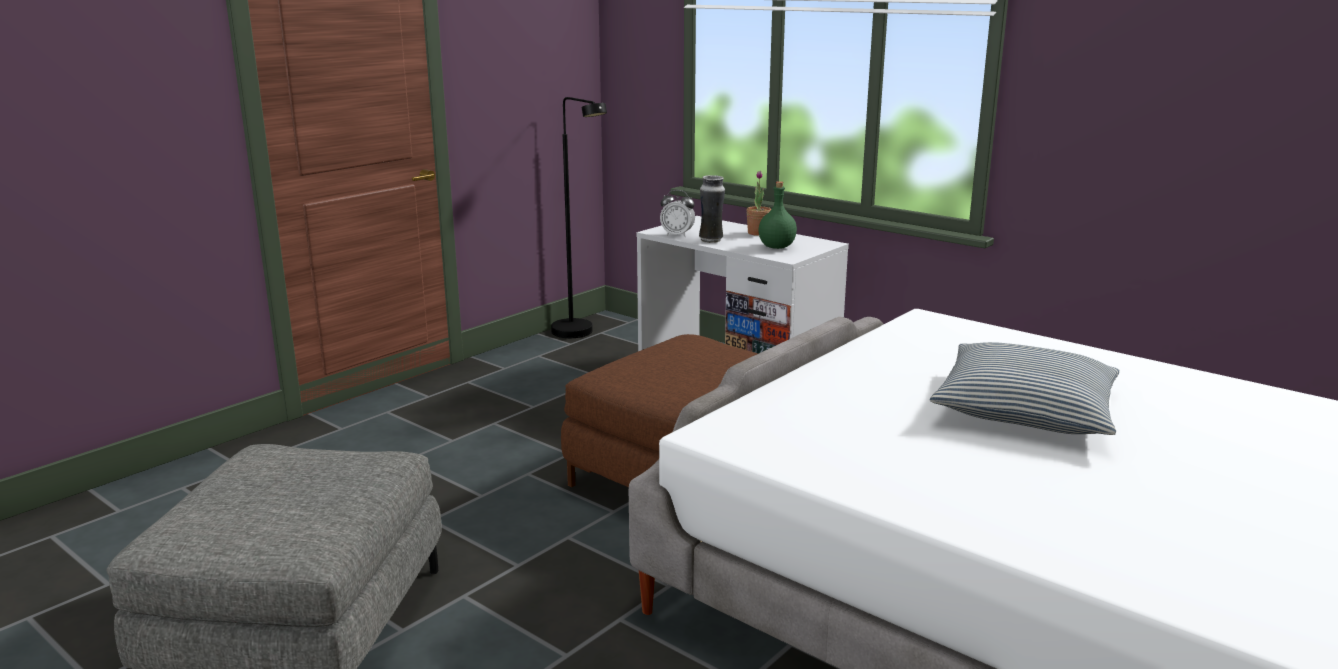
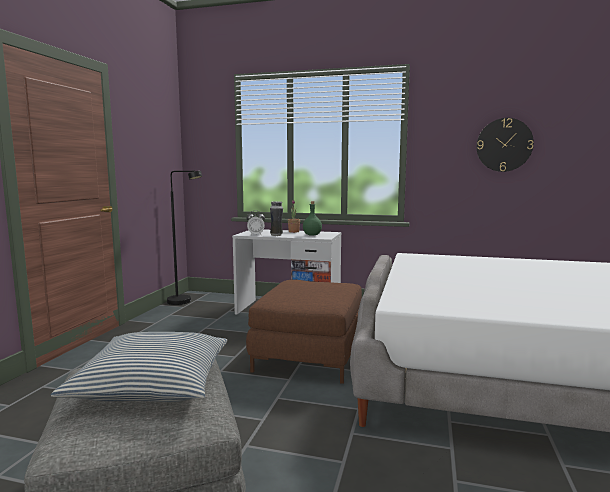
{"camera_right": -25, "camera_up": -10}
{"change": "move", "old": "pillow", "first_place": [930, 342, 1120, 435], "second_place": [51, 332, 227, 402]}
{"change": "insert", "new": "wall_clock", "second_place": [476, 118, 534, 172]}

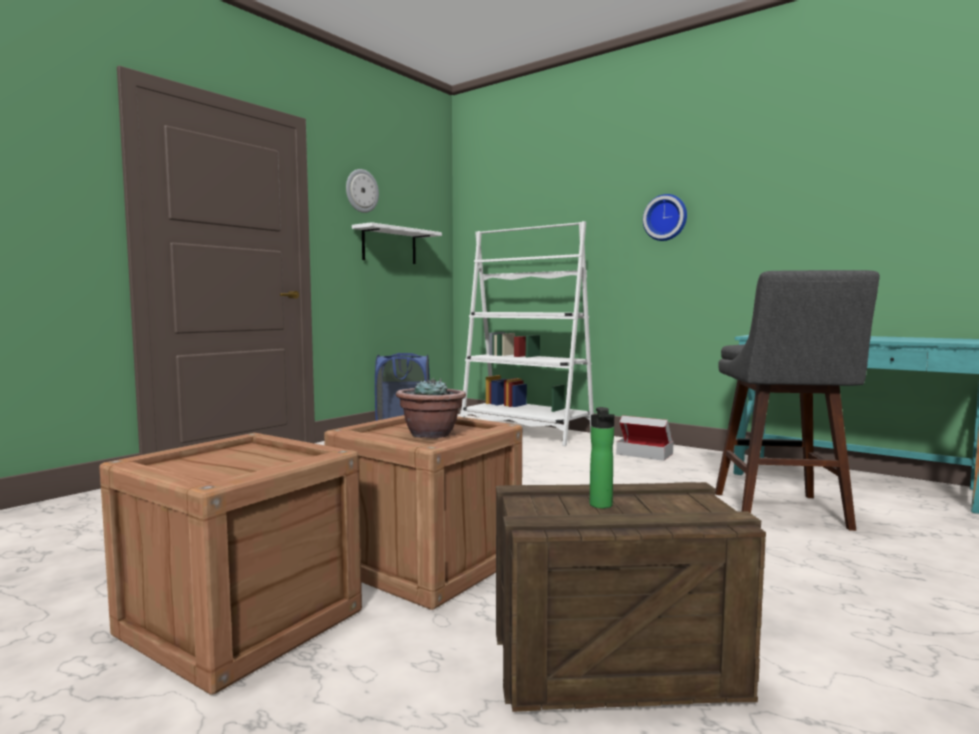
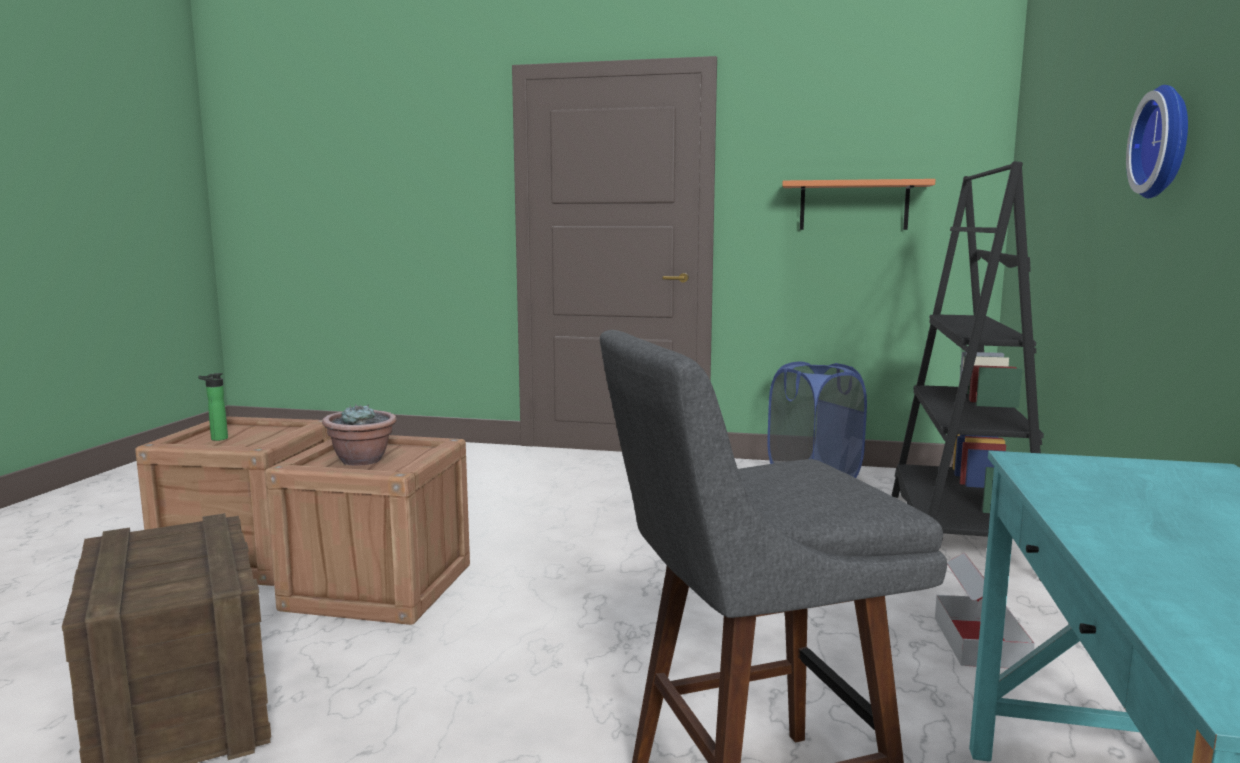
{"camera_right": 65, "camera_up": 5}
{"change": "move", "old": "bottle", "first_place": [590, 407, 614, 508], "second_place": [198, 373, 228, 441]}
{"change": "recolor", "old": "white_shelf", "new": "orange_shelf", "first_place": [352, 222, 442, 264], "second_place": [782, 179, 936, 230]}
{"change": "recolor", "old": "white_bookcase", "new": "black_bookcase", "first_place": [460, 221, 594, 446], "second_place": [892, 161, 1044, 581]}
{"change": "delete", "old": "wall_clock", "first_place": [346, 169, 379, 213]}

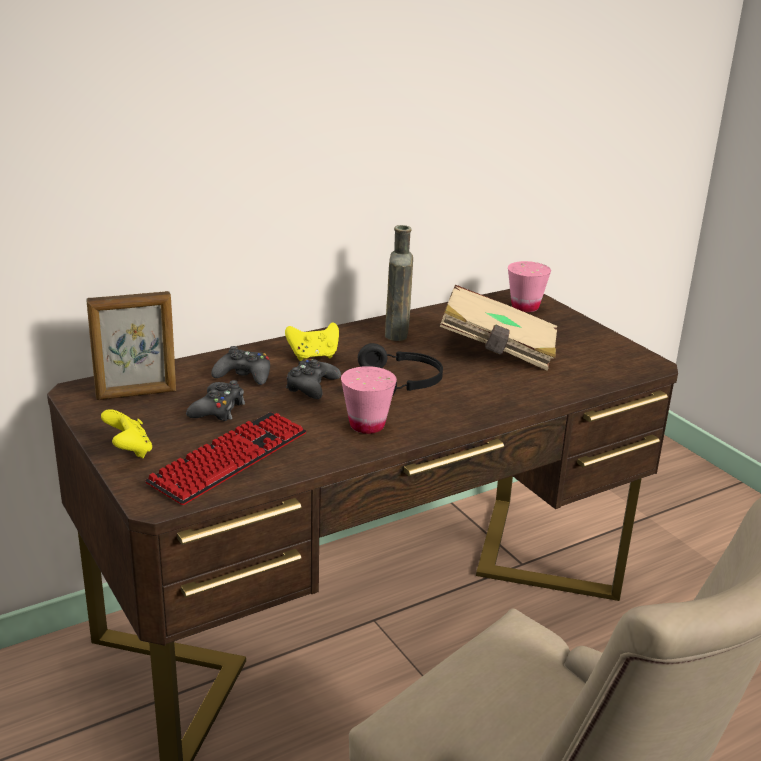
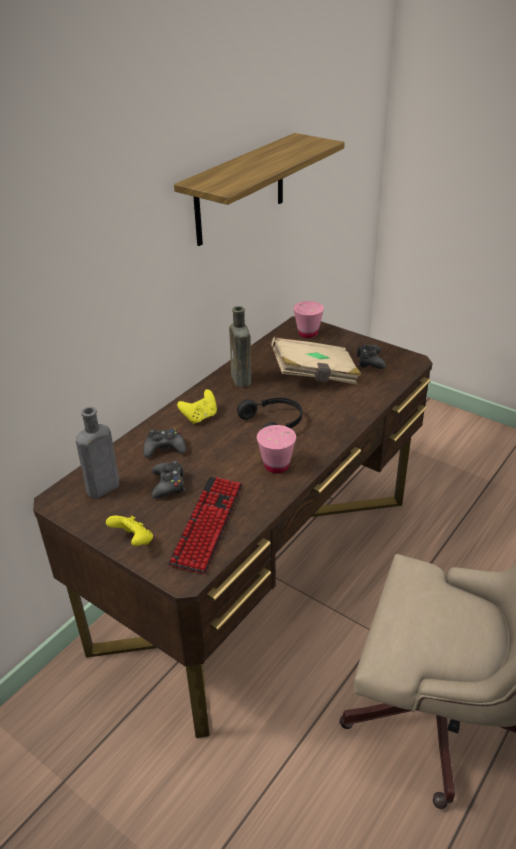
{"camera_right": -20, "camera_up": 10}
{"change": "replace", "old": "picture_frame", "new": "grey_bottle", "first_place": [86, 291, 176, 400], "second_place": [76, 407, 119, 498]}
{"change": "insert", "new": "shelf", "second_place": [174, 133, 345, 246]}
{"change": "move", "old": "black_game_controller", "first_place": [286, 359, 341, 399], "second_place": [356, 344, 386, 369]}

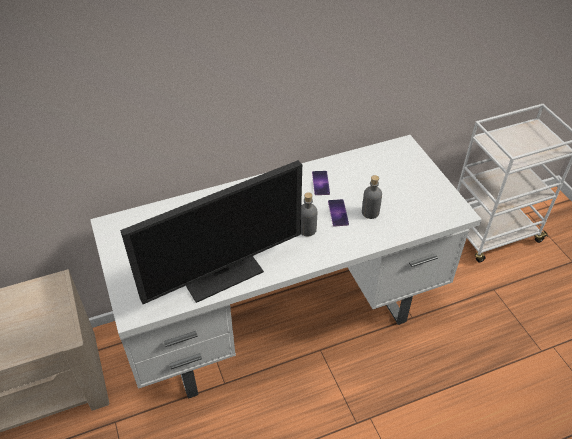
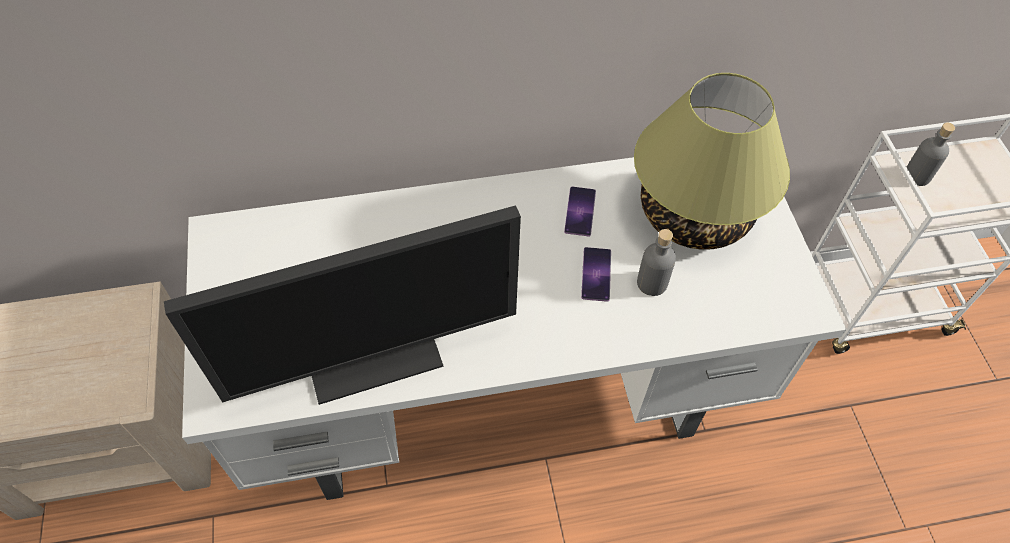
{"camera_right": 10, "camera_up": 10}
{"change": "insert", "new": "table_lamp", "second_place": [634, 73, 790, 250]}
{"change": "move", "old": "grey_bottle", "first_place": [301, 192, 317, 236], "second_place": [907, 122, 955, 186]}

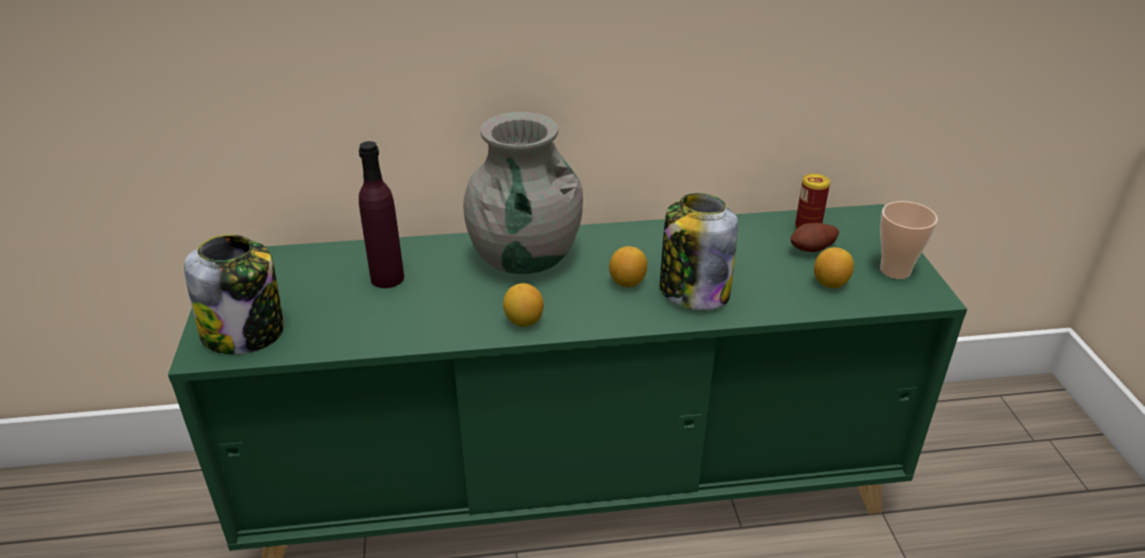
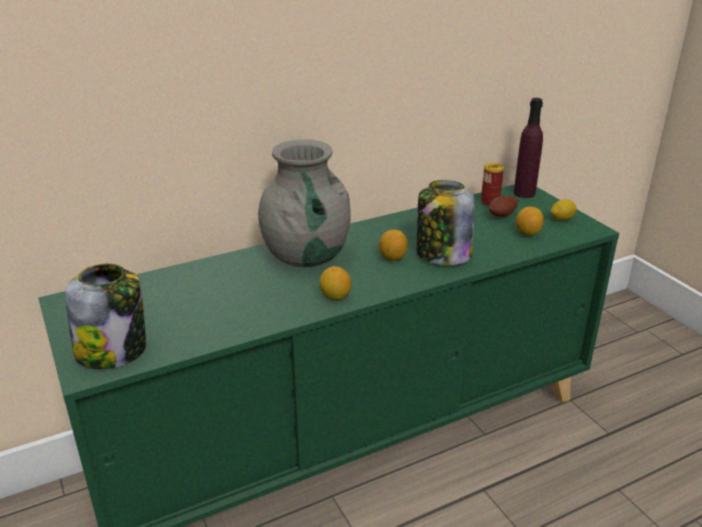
{"camera_right": -20, "camera_up": -5}
{"change": "move", "old": "purple_bottle", "first_place": [359, 141, 404, 288], "second_place": [513, 98, 543, 198]}
{"change": "replace", "old": "cup", "new": "lemon", "first_place": [880, 201, 938, 279], "second_place": [550, 199, 577, 221]}

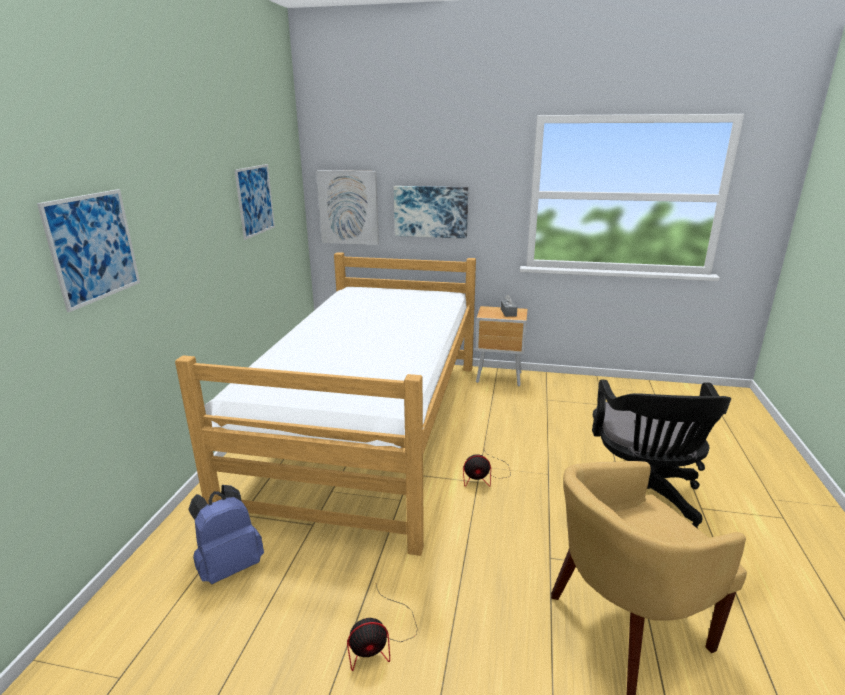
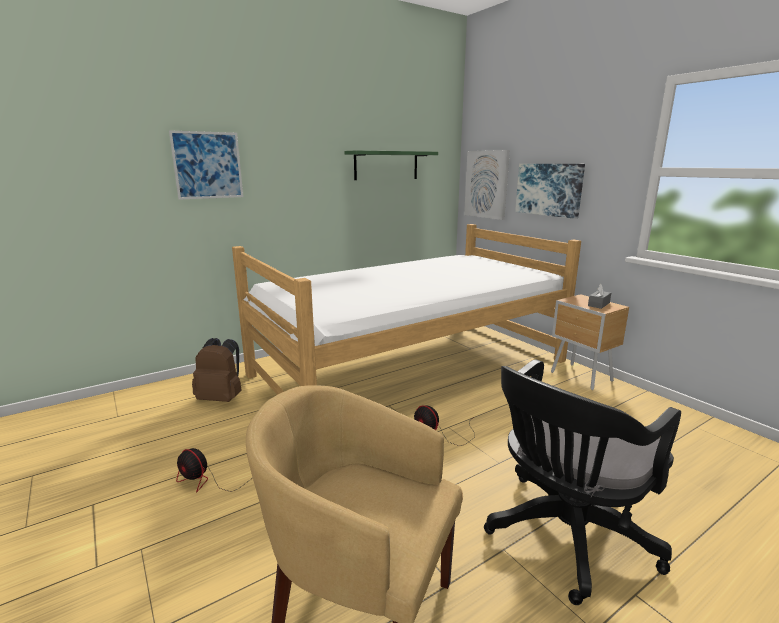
{"camera_right": 45, "camera_up": -5}
{"change": "recolor", "old": "blue_backpack", "new": "brown_backpack", "first_place": [188, 485, 264, 584], "second_place": [192, 338, 242, 402]}
{"change": "replace", "old": "picture", "new": "green_shelf", "first_place": [235, 164, 275, 240], "second_place": [344, 150, 438, 180]}

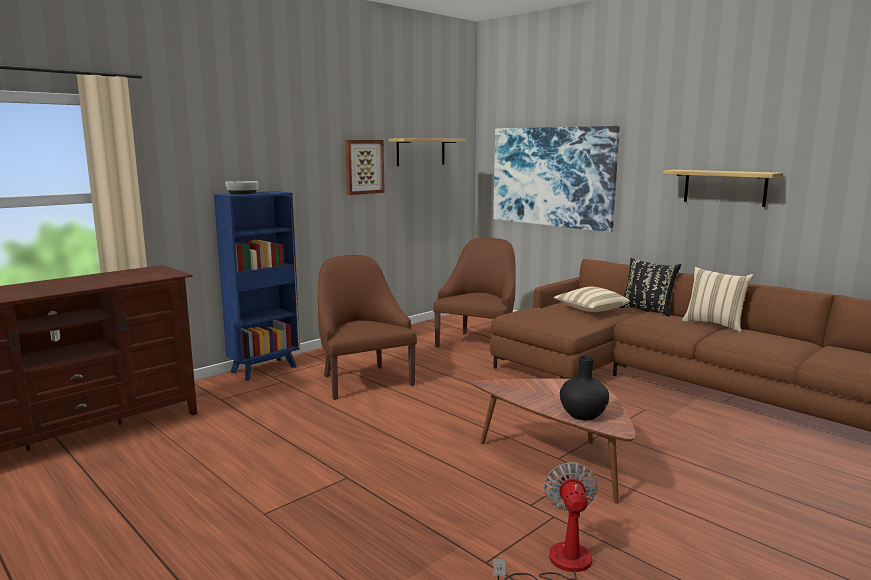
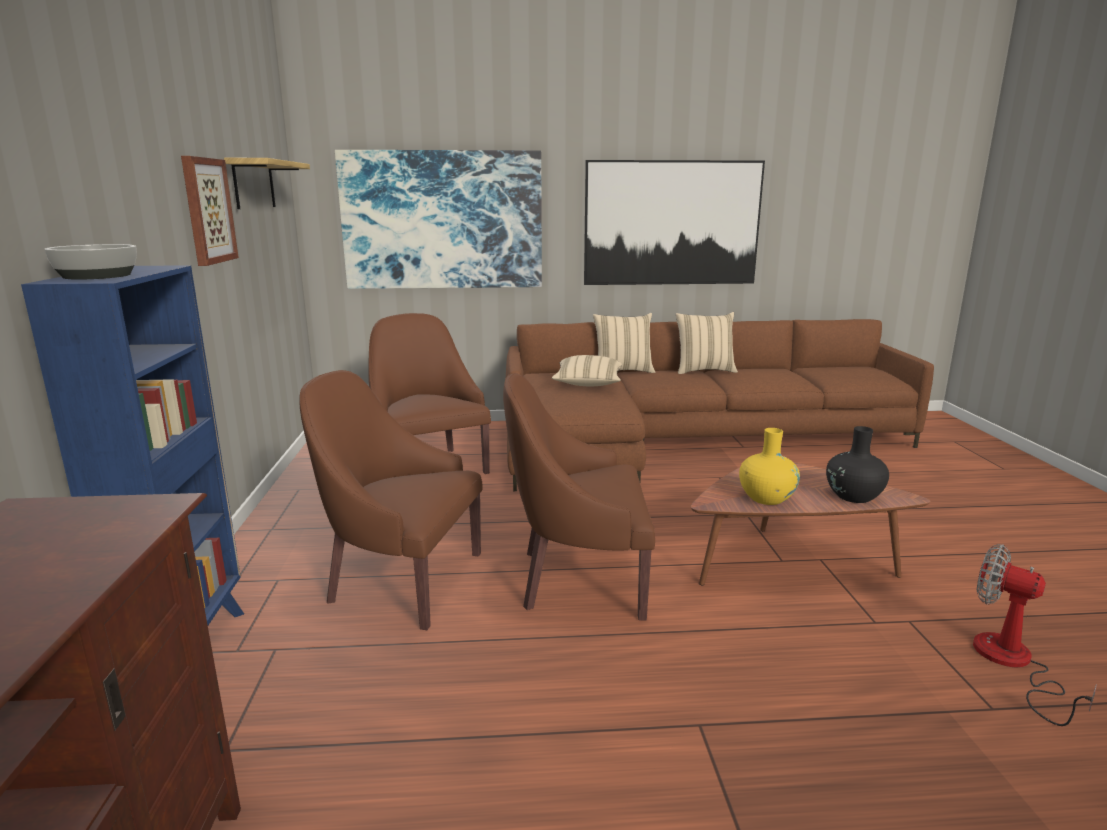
{"camera_right": -50, "camera_up": 5}
{"change": "insert", "new": "brown_armchair", "second_place": [503, 373, 655, 620]}
{"change": "replace", "old": "shelf", "new": "picture", "first_place": [663, 170, 783, 207], "second_place": [584, 160, 765, 285]}
{"change": "recolor", "old": "black_pillow", "new": "beige_pillow", "first_place": [619, 258, 681, 316], "second_place": [593, 313, 655, 373]}
{"change": "insert", "new": "yellow_vase", "second_place": [739, 428, 800, 505]}

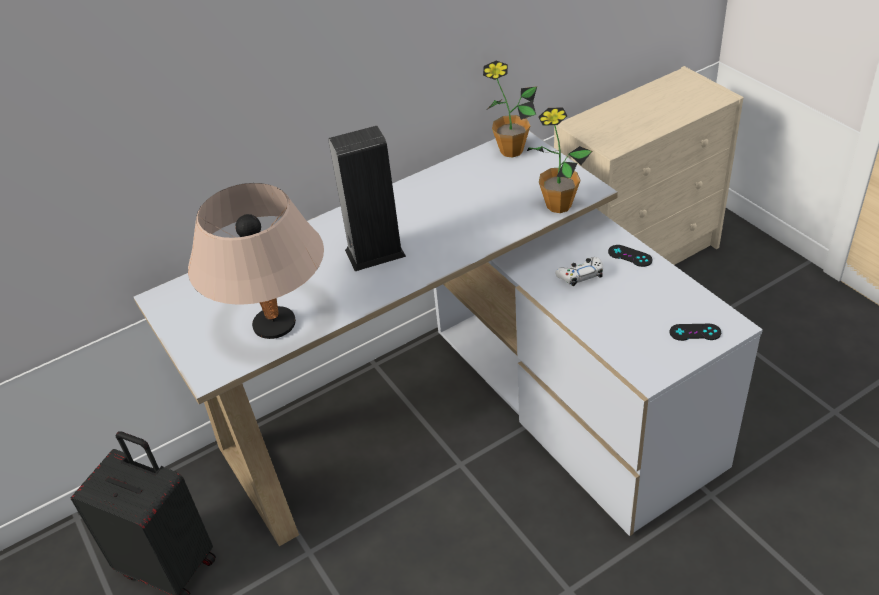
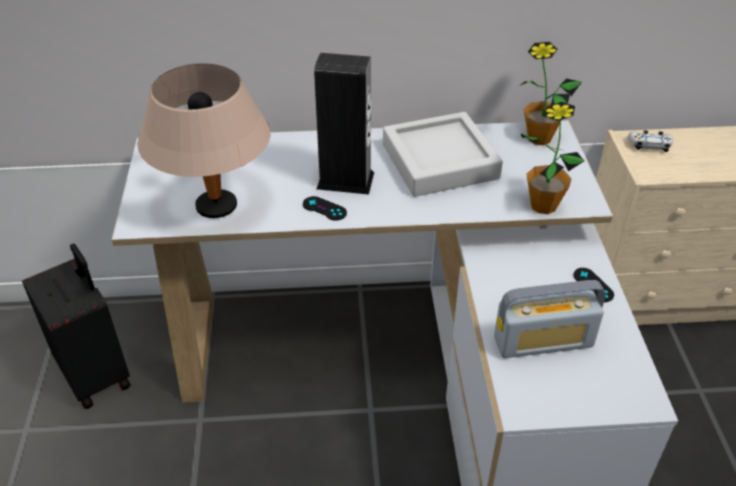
{"camera_right": 25, "camera_up": 0}
{"change": "move", "old": "black_game_controller", "first_place": [670, 324, 721, 341], "second_place": [303, 196, 347, 221]}
{"change": "insert", "new": "grey_tray", "second_place": [383, 112, 503, 197]}
{"change": "insert", "new": "radio", "second_place": [494, 280, 606, 358]}
{"change": "move", "old": "white_game_controller", "first_place": [555, 257, 603, 286], "second_place": [628, 130, 673, 152]}

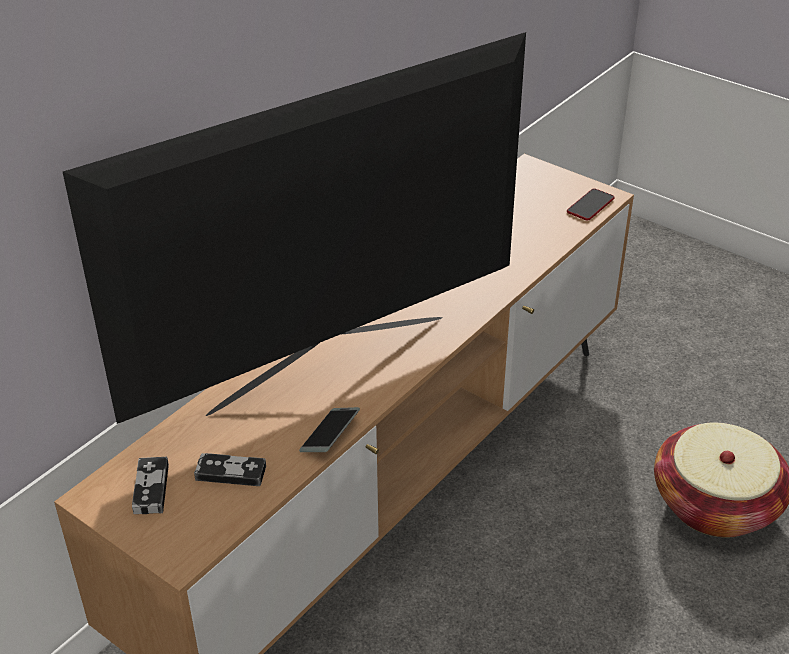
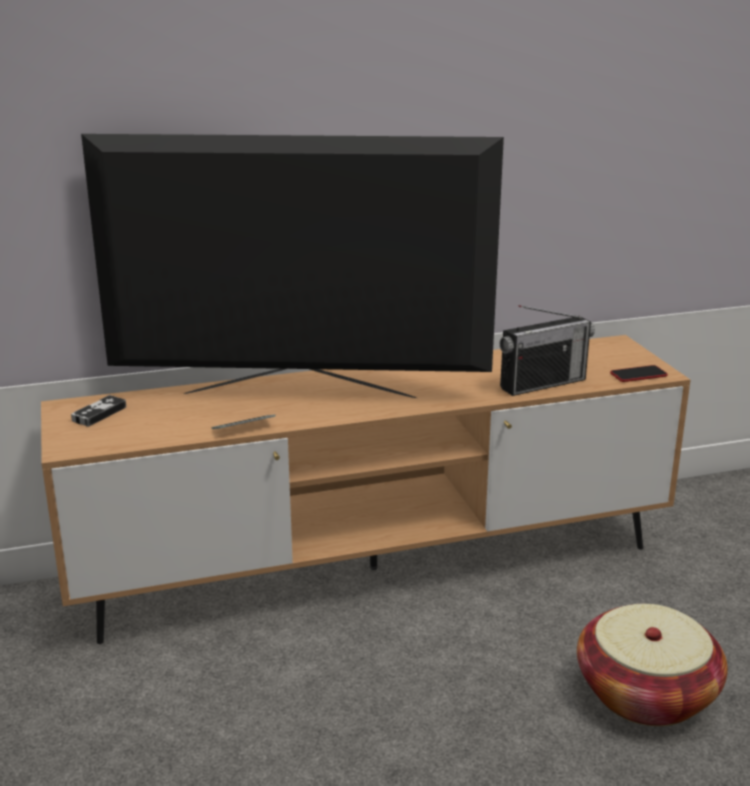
{"camera_right": 35, "camera_up": -15}
{"change": "insert", "new": "radio", "second_place": [500, 305, 595, 396]}
{"change": "delete", "old": "game_controller", "first_place": [194, 453, 266, 486]}

